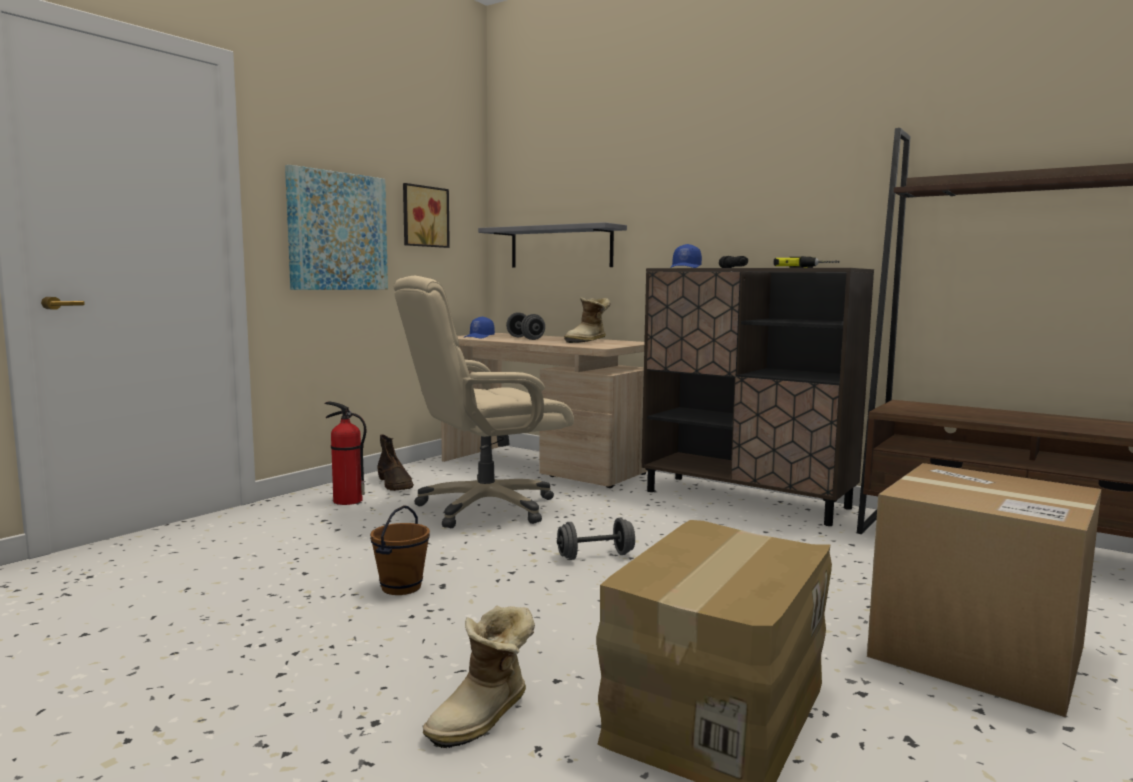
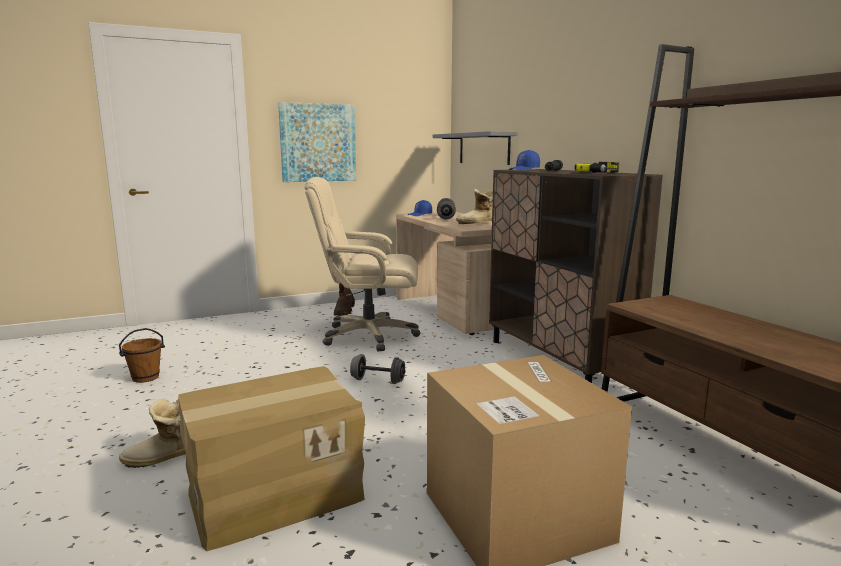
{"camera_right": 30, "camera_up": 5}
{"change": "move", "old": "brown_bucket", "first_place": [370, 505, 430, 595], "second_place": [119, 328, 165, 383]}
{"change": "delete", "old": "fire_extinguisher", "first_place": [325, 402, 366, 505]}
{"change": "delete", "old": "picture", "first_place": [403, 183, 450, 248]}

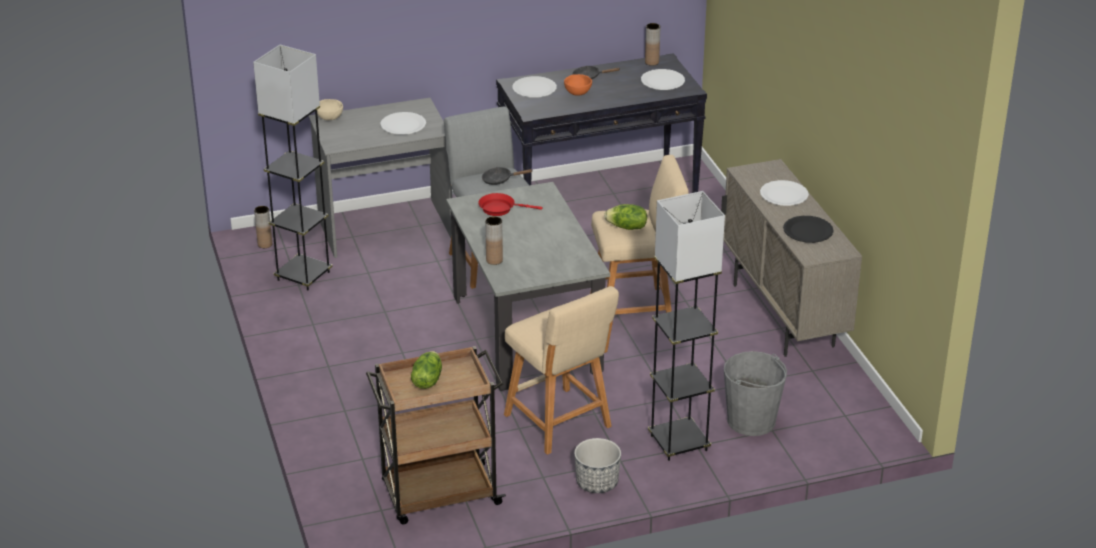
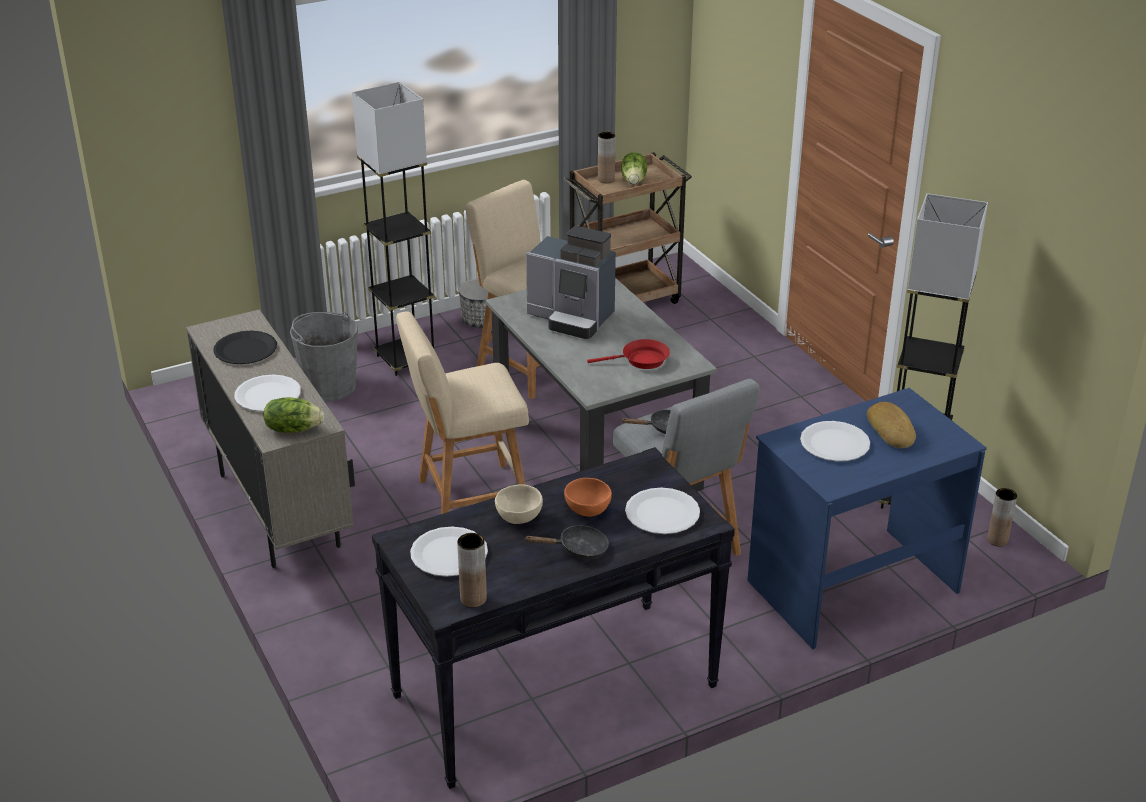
{"camera_right": 170, "camera_up": 0}
{"change": "move", "old": "lettuce", "first_place": [604, 204, 647, 230], "second_place": [264, 397, 325, 433]}
{"change": "move", "old": "beige_bowl", "first_place": [317, 99, 343, 120], "second_place": [495, 484, 543, 524]}
{"change": "insert", "new": "coffee_machine", "second_place": [526, 226, 616, 339]}
{"change": "move", "old": "brown_vase", "first_place": [485, 216, 503, 265], "second_place": [598, 132, 615, 183]}
{"change": "recolor", "old": "grey_desk", "new": "blue_desk", "first_place": [308, 98, 452, 258], "second_place": [747, 388, 987, 649]}
{"change": "insert", "new": "bread", "second_place": [867, 402, 916, 448]}

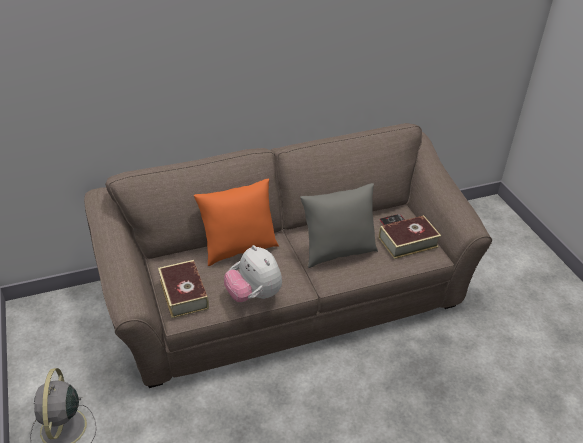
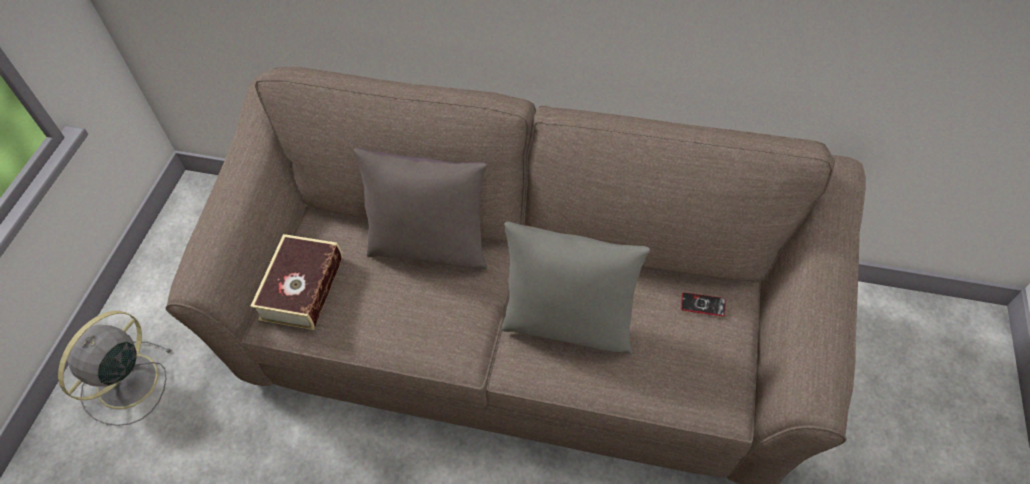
{"camera_right": 35, "camera_up": 15}
{"change": "recolor", "old": "orange_pillow", "new": "grey_pillow", "first_place": [194, 179, 279, 266], "second_place": [354, 148, 487, 270]}
{"change": "delete", "old": "plush_toy", "first_place": [224, 245, 282, 302]}
{"change": "delete", "old": "book", "first_place": [379, 215, 441, 259]}

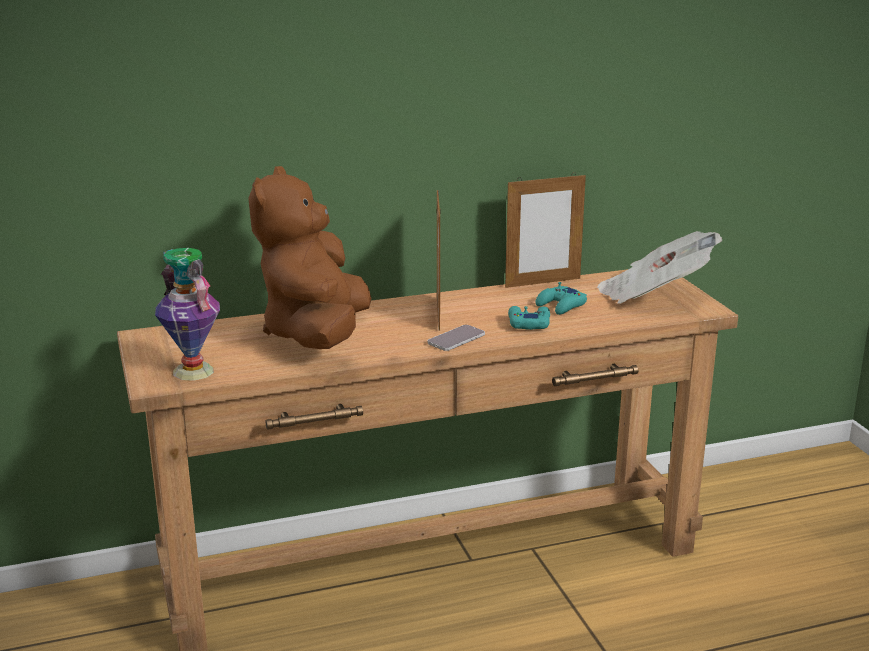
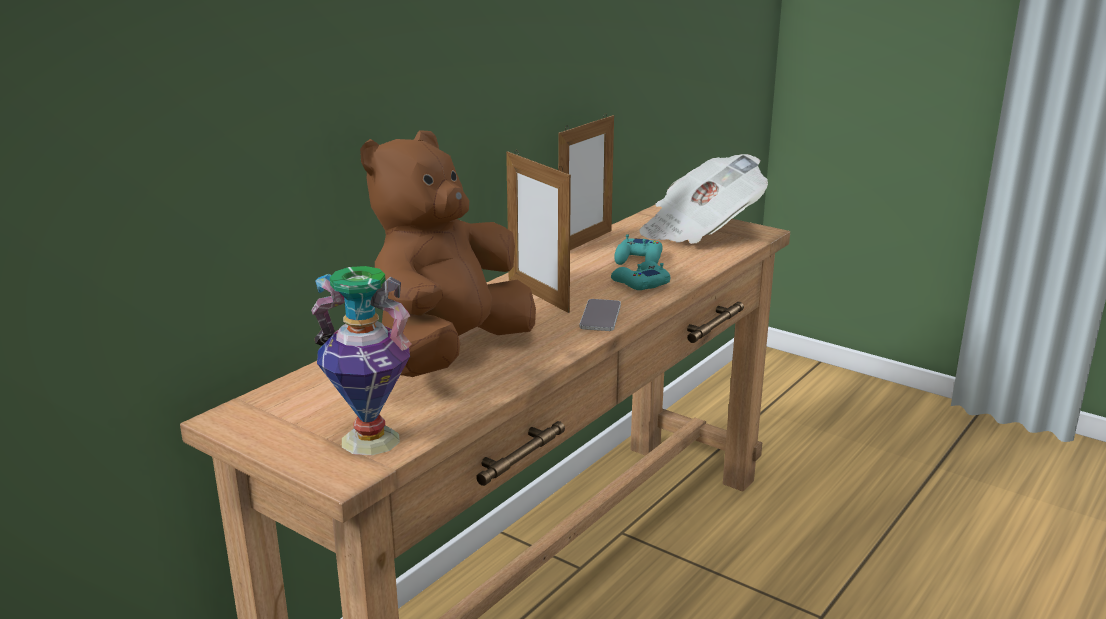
{"camera_right": -35, "camera_up": 0}
{"change": "rotate", "old": "brown_plush_toy", "first_place": [248, 166, 371, 349], "second_place": [360, 130, 536, 377], "degrees": 60}

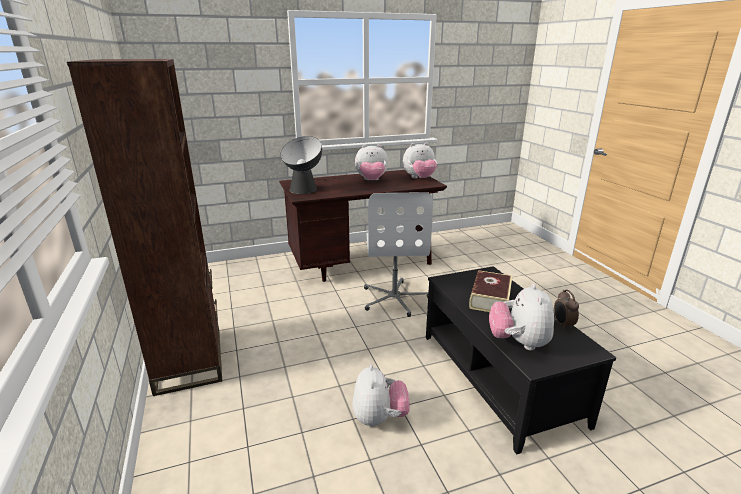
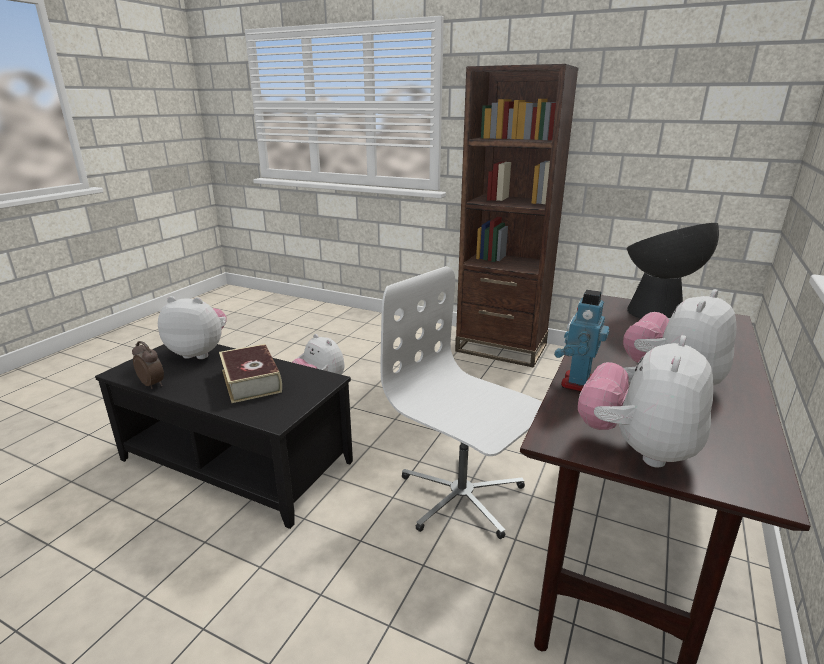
{"camera_right": 135, "camera_up": 0}
{"change": "rotate", "old": "plush_toy", "first_place": [489, 283, 554, 350], "second_place": [158, 296, 227, 359], "degrees": -45}
{"change": "insert", "new": "toy_robot", "second_place": [554, 290, 609, 392]}

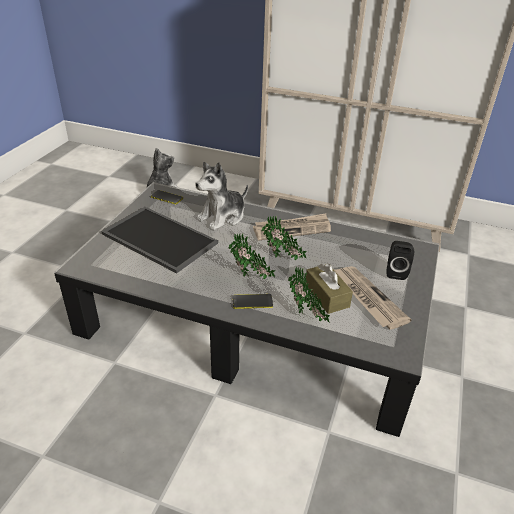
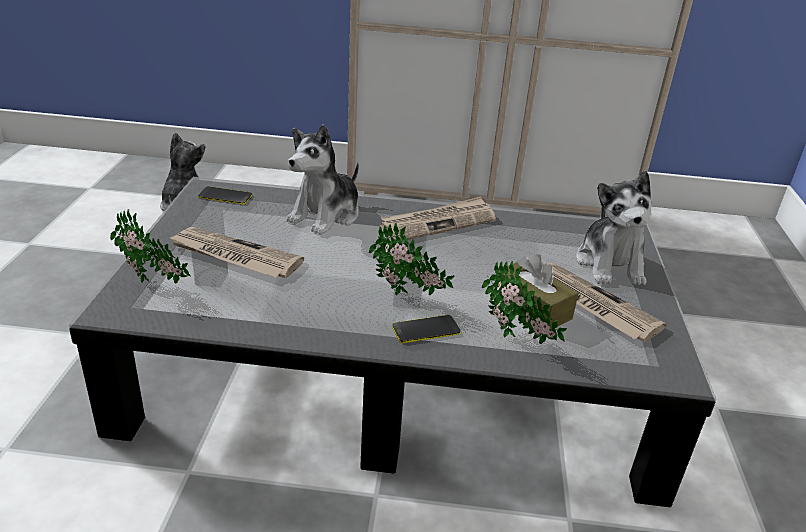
{"camera_right": -15, "camera_up": -5}
{"change": "move", "old": "potted_plant", "first_place": [262, 216, 307, 260], "second_place": [110, 209, 191, 284]}
{"change": "replace", "old": "tray", "new": "newspaper", "first_place": [101, 207, 218, 274], "second_place": [167, 227, 304, 278]}
{"change": "replace", "old": "black_speaker", "new": "plush_toy", "first_place": [386, 241, 414, 280], "second_place": [577, 171, 651, 285]}

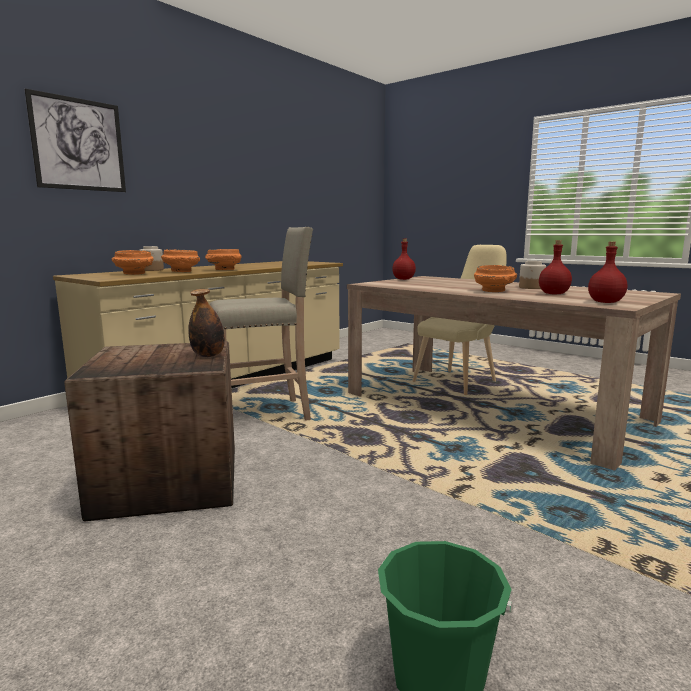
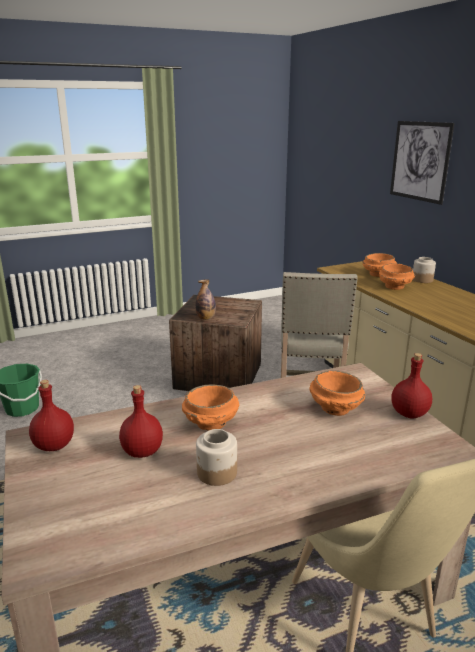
{"camera_right": 115, "camera_up": 10}
{"change": "move", "old": "orange_bowl", "first_place": [205, 249, 242, 270], "second_place": [309, 371, 365, 416]}

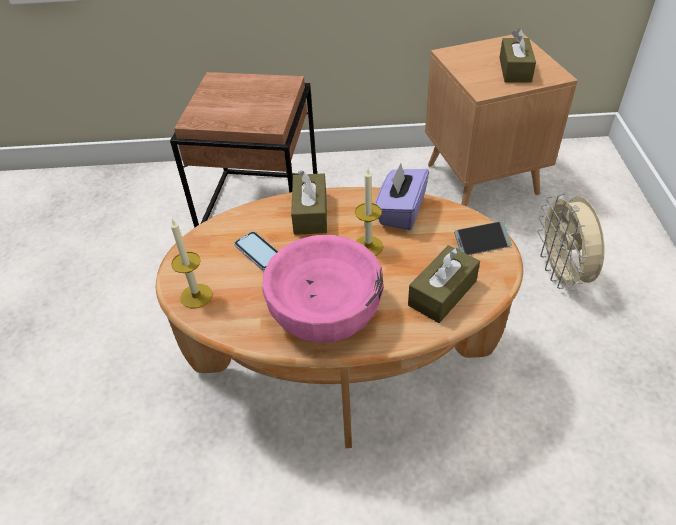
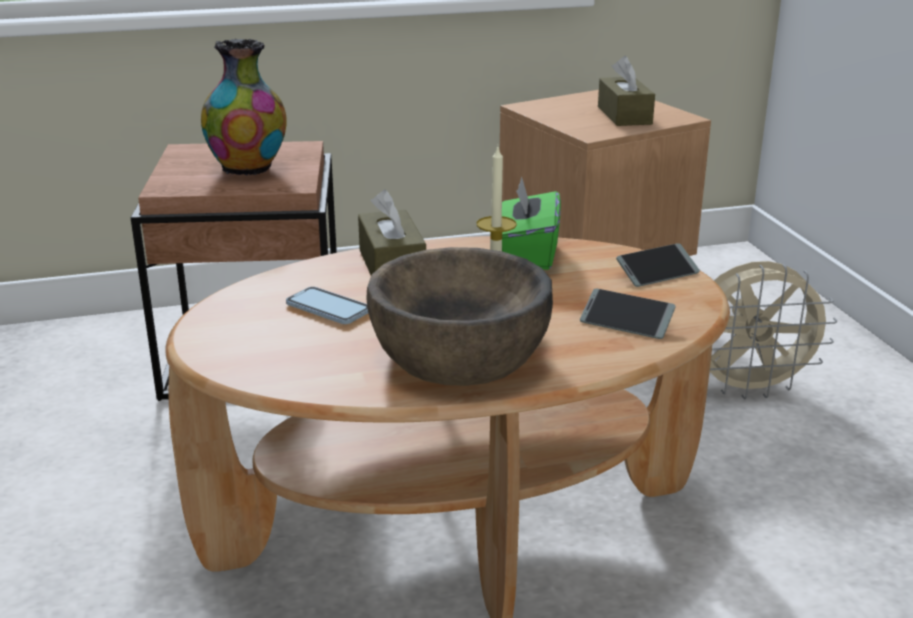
{"camera_right": -15, "camera_up": -20}
{"change": "insert", "new": "vase", "second_place": [201, 39, 287, 176]}
{"change": "recolor", "old": "pink_bowl", "new": "brown_bowl", "first_place": [262, 235, 384, 343], "second_place": [366, 247, 553, 386]}
{"change": "recolor", "old": "purple_tissue_box", "new": "green_tissue_box", "first_place": [375, 163, 429, 230], "second_place": [502, 176, 561, 270]}
{"change": "replace", "old": "brown_tissue_box", "new": "phone", "first_place": [408, 245, 480, 323], "second_place": [580, 288, 676, 339]}
{"change": "rotate", "old": "beige_fan", "first_place": [537, 194, 605, 291], "second_place": [710, 261, 837, 399], "degrees": -75}
{"change": "delete", "old": "candle", "first_place": [171, 218, 213, 308]}

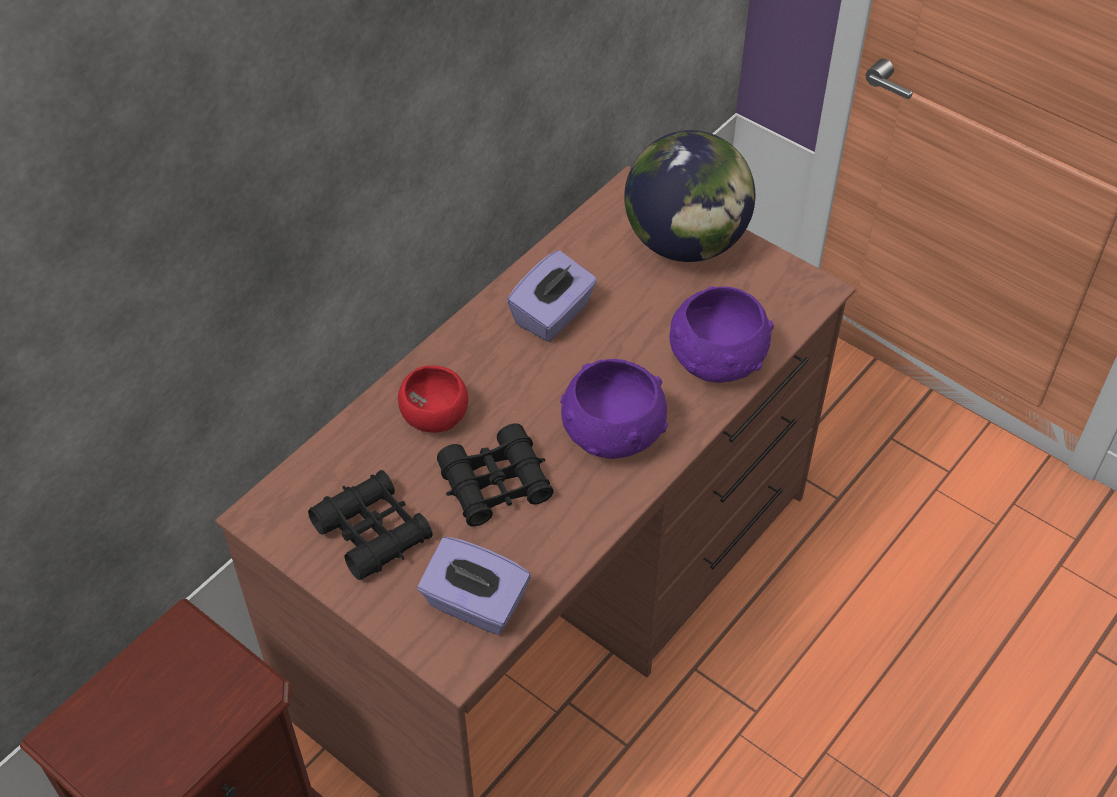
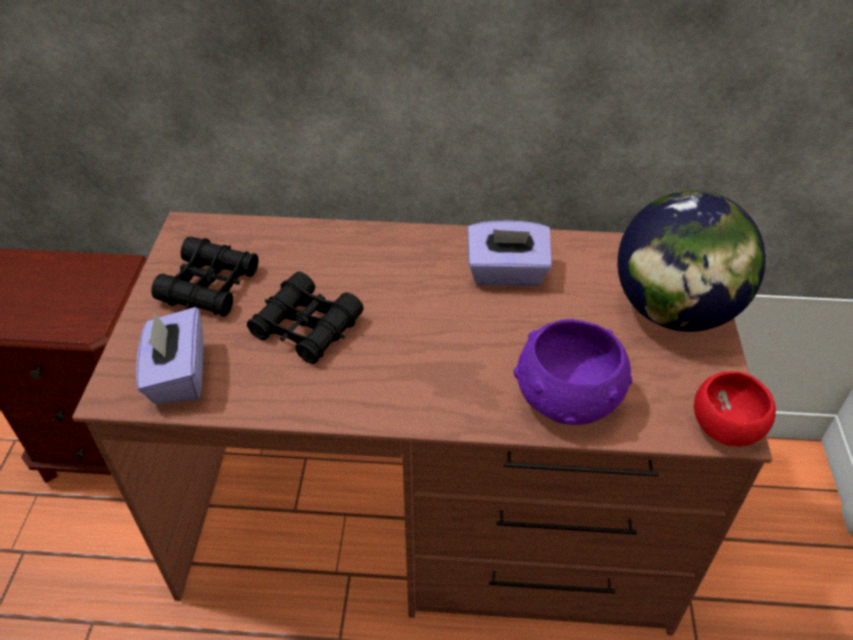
{"camera_right": 55, "camera_up": -5}
{"change": "move", "old": "red_bowl", "first_place": [398, 365, 468, 433], "second_place": [694, 371, 776, 447]}
{"change": "delete", "old": "purple_bowl", "first_place": [560, 359, 668, 459]}

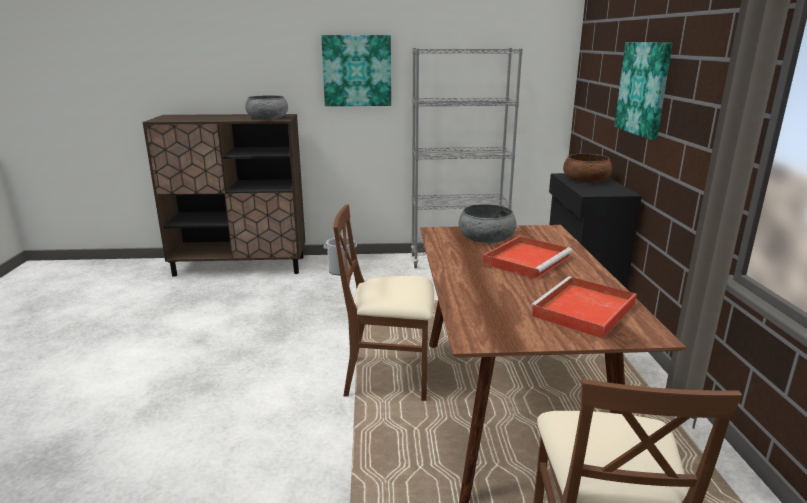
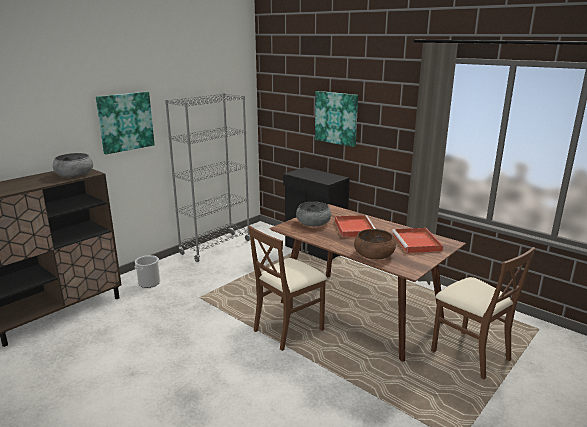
{"camera_right": -45, "camera_up": 0}
{"change": "move", "old": "brown_bowl", "first_place": [563, 154, 612, 183], "second_place": [354, 229, 396, 259]}

